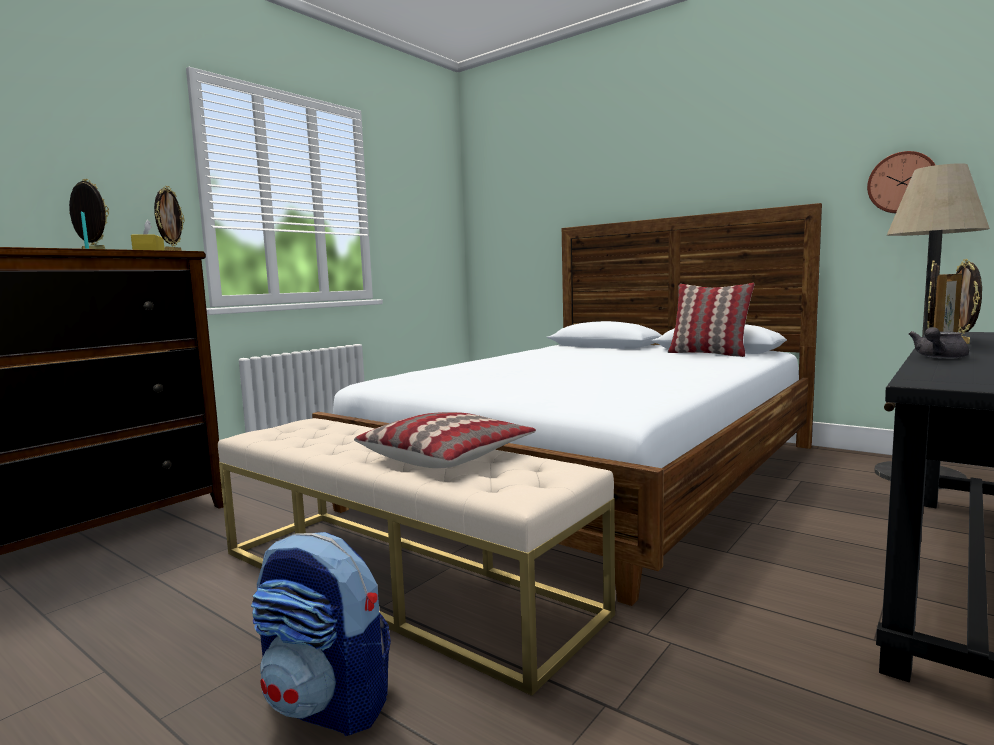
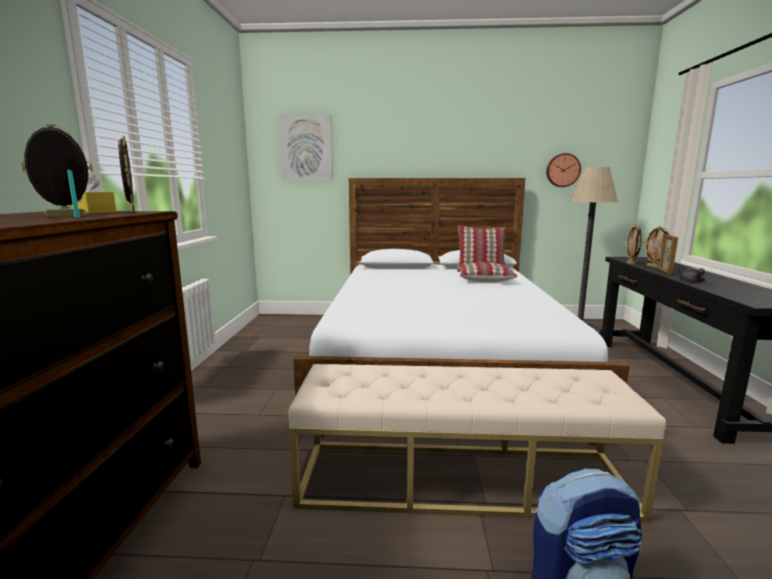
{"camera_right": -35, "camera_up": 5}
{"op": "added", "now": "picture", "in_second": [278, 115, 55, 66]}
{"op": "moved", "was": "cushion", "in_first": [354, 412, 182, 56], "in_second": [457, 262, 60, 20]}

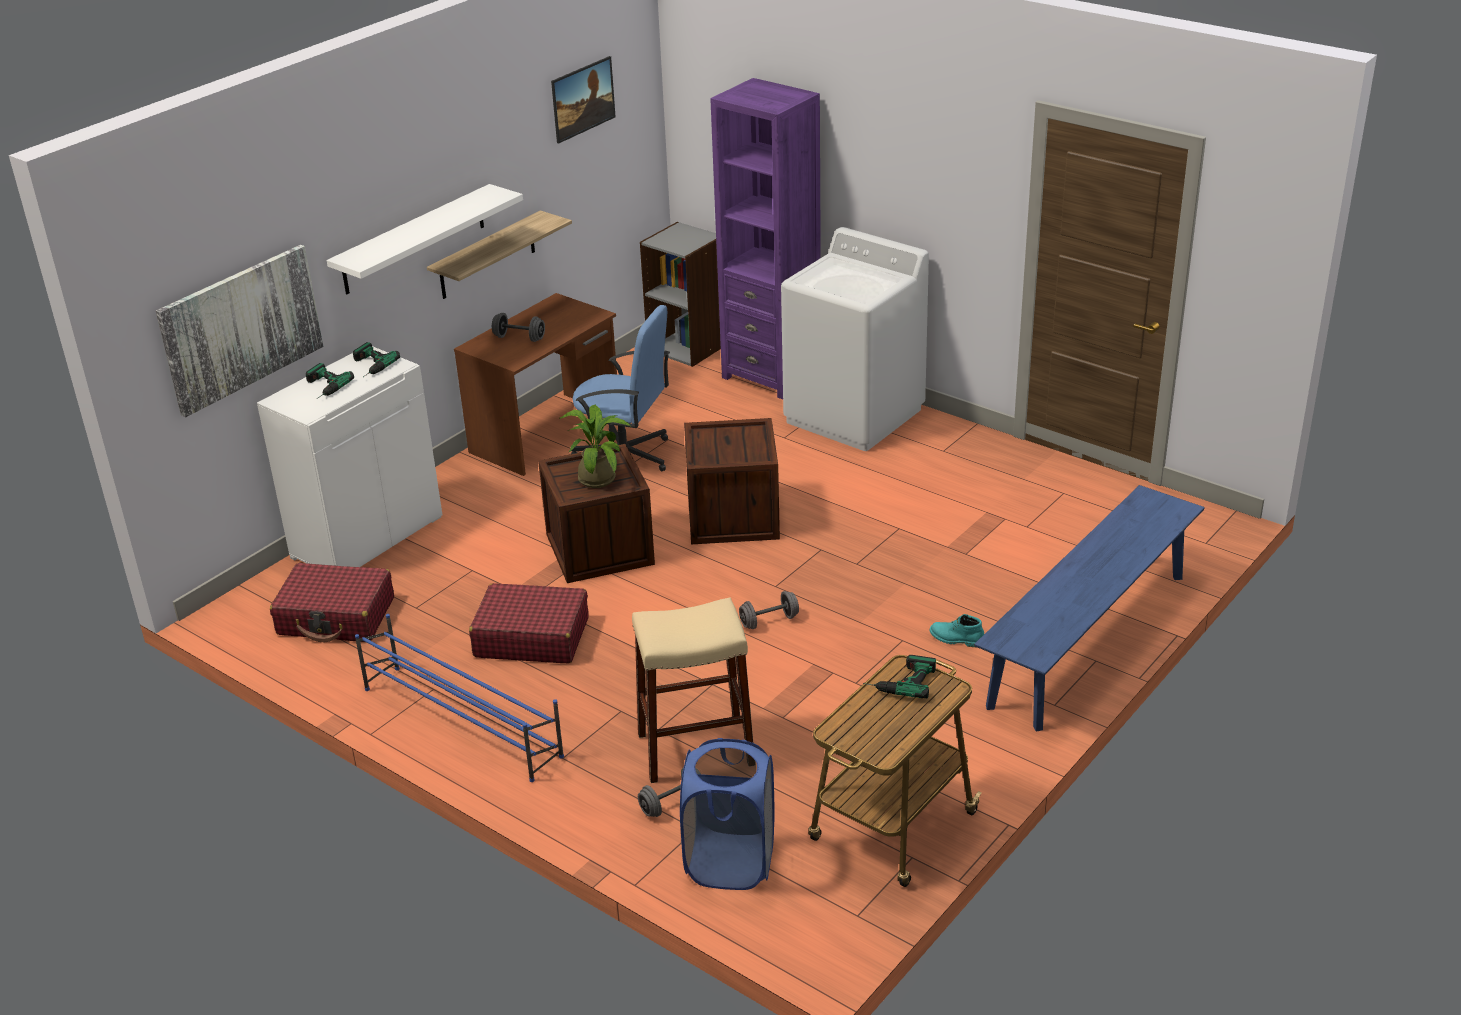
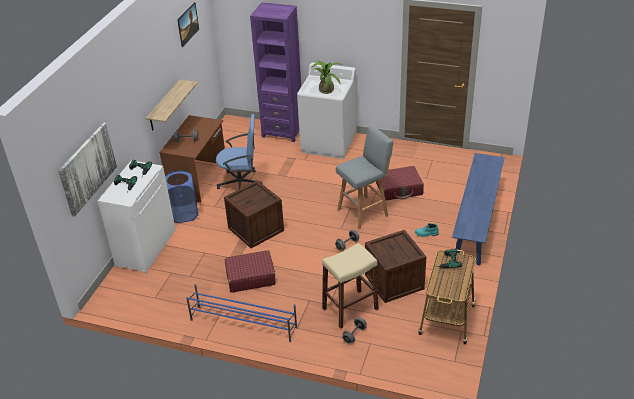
{"camera_right": -20, "camera_up": 5}
{"op": "removed", "was": "whitish wall shelf", "in_first": [327, 184, 196, 110]}
{"op": "removed", "was": "greyish bookcase", "in_first": [640, 222, 81, 145]}
{"op": "added", "now": "greyish stool seat", "in_second": [336, 126, 57, 103]}
{"op": "moved", "was": "reddish piece of luggage", "in_first": [270, 563, 124, 79], "in_second": [376, 166, 48, 34]}
{"op": "moved", "was": "potted plant", "in_first": [559, 404, 71, 84], "in_second": [312, 61, 30, 33]}
{"op": "moved", "was": "blue-coloured laundry basket", "in_first": [680, 738, 95, 152], "in_second": [165, 170, 34, 53]}
{"op": "moved", "was": "crate", "in_first": [684, 418, 96, 126], "in_second": [365, 230, 61, 73]}

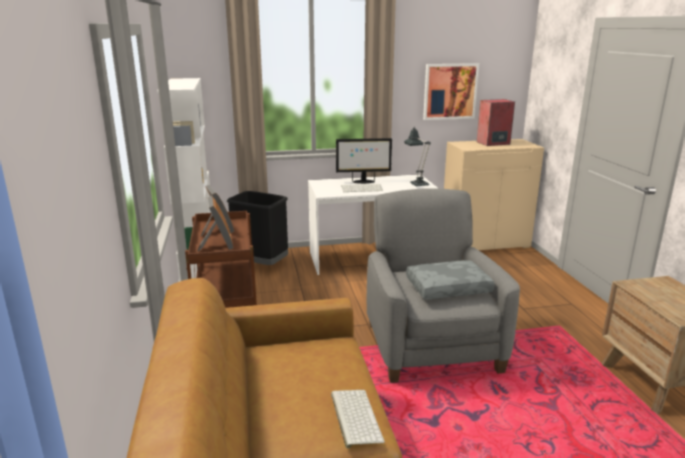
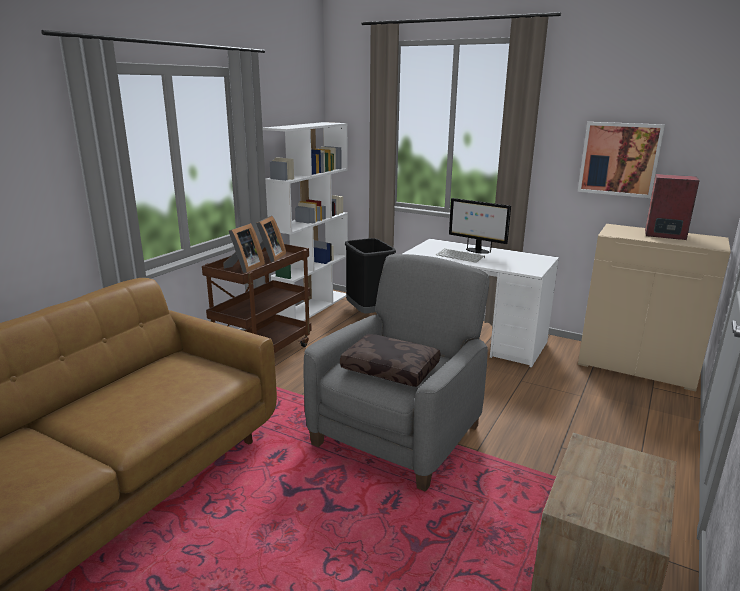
{"camera_right": 40, "camera_up": 0}
{"op": "removed", "was": "keyboard", "in_first": [331, 390, 54, 58]}
{"op": "removed", "was": "lamp for a table", "in_first": [404, 126, 27, 61]}
{"op": "recoloured", "was": "greyish cushion", "now": "brown-coloured cushion", "in_first": [406, 260, 88, 39], "in_second": [340, 334, 101, 53]}

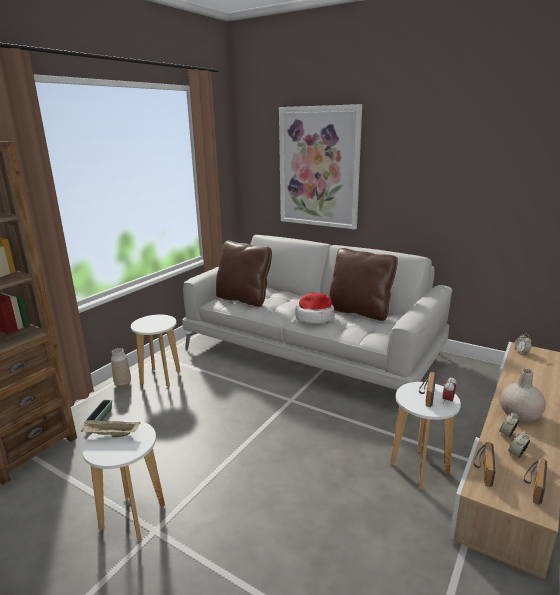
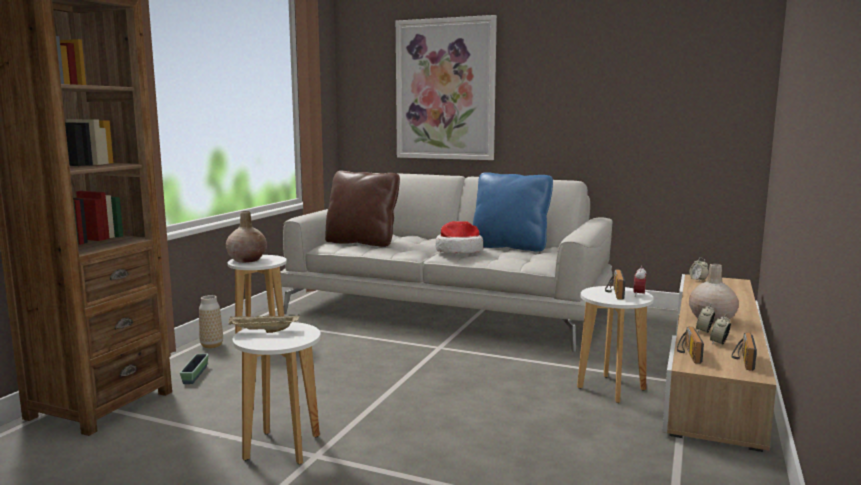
{"camera_right": -10, "camera_up": -10}
{"op": "added", "now": "sand-coloured decorative vase", "in_second": [226, 211, 41, 52]}
{"op": "recoloured", "was": "brown-coloured cushion", "now": "blue-coloured cushion", "in_first": [329, 248, 69, 73], "in_second": [473, 172, 80, 80]}

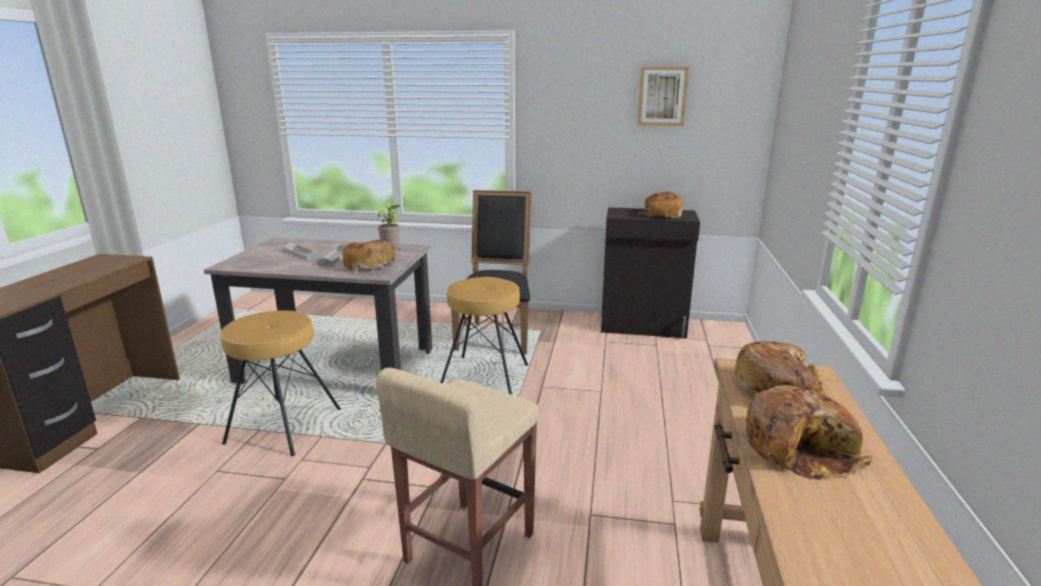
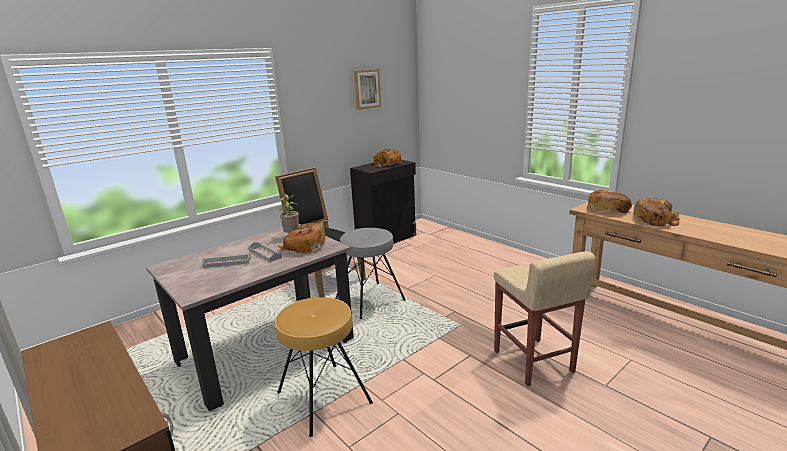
{"camera_right": -50, "camera_up": 0}
{"op": "recoloured", "was": "brown-coloured stool seat", "now": "greyish stool seat", "in_first": [440, 277, 88, 118], "in_second": [335, 228, 71, 91]}

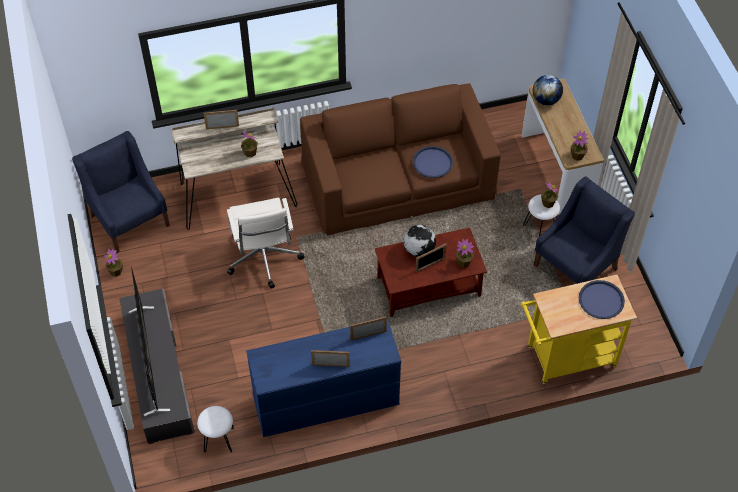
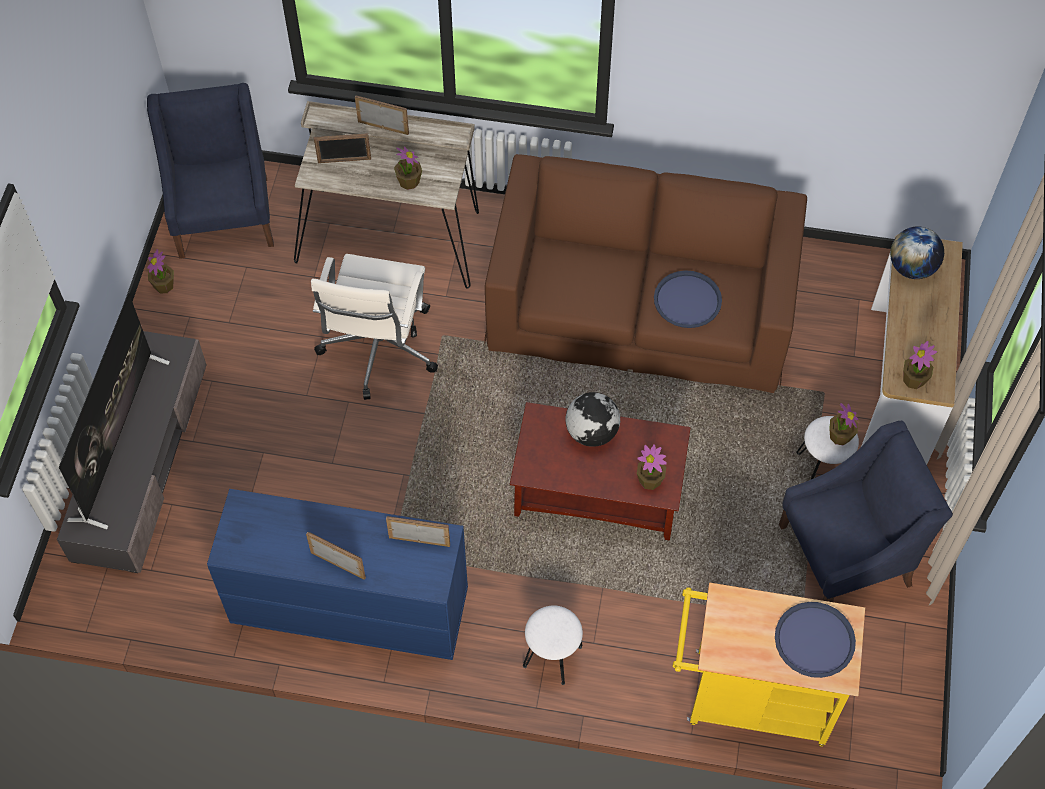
{"camera_right": 25, "camera_up": 5}
{"op": "moved", "was": "whitish stool seat", "in_first": [197, 406, 37, 47], "in_second": [523, 605, 60, 80]}
{"op": "moved", "was": "photo frame", "in_first": [415, 243, 32, 29], "in_second": [314, 133, 57, 30]}

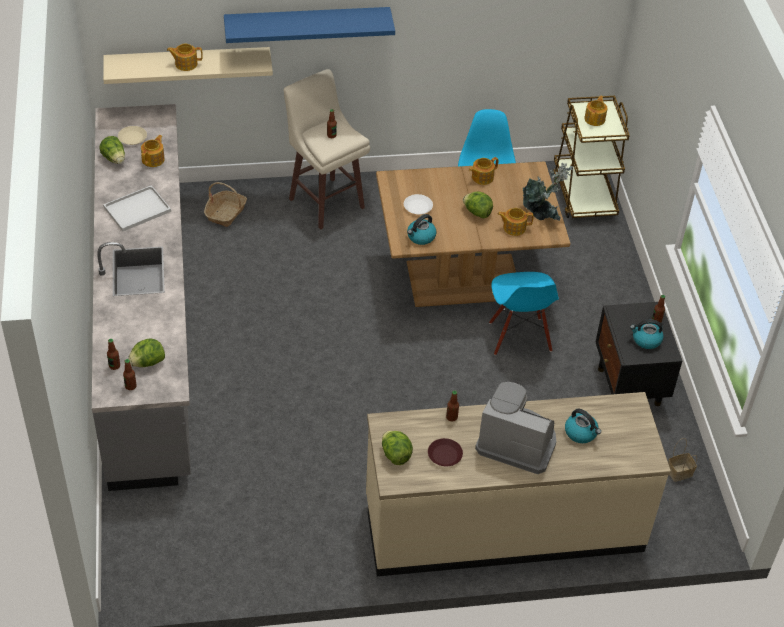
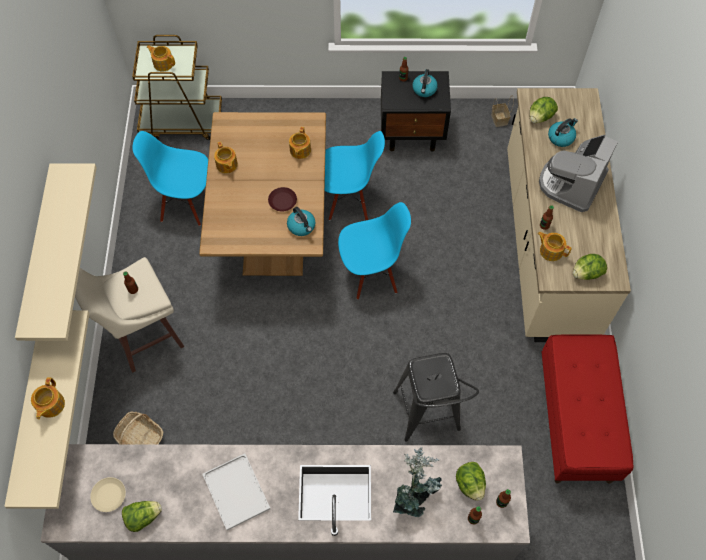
{"camera_right": -80, "camera_up": 15}
{"op": "removed", "was": "whitish dinner plate", "in_first": [404, 194, 29, 20]}
{"op": "added", "now": "blue-coloured upright chair", "in_second": [338, 202, 73, 98]}
{"op": "added", "now": "black stool seat", "in_second": [393, 353, 86, 89]}
{"op": "added", "now": "reddish indoor bench", "in_second": [541, 334, 92, 150]}
{"op": "moved", "was": "teapot", "in_first": [141, 135, 24, 32], "in_second": [537, 232, 35, 29]}
{"op": "moved", "was": "brown-coloured dinner plate", "in_first": [428, 438, 35, 28], "in_second": [268, 187, 29, 25]}
{"op": "moved", "was": "lettuce", "in_first": [463, 191, 30, 27], "in_second": [530, 97, 28, 26]}
{"op": "moved", "was": "potted plant", "in_first": [522, 163, 52, 58], "in_second": [393, 447, 49, 70]}
{"op": "recoloured", "was": "blue-coloured wall shelf", "now": "sand-coloured wall shelf", "in_first": [224, 7, 171, 36], "in_second": [15, 163, 82, 178]}

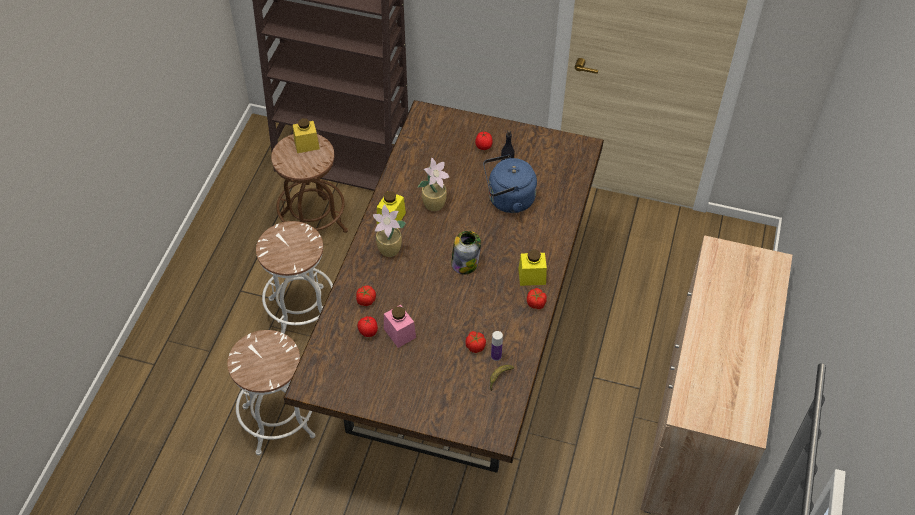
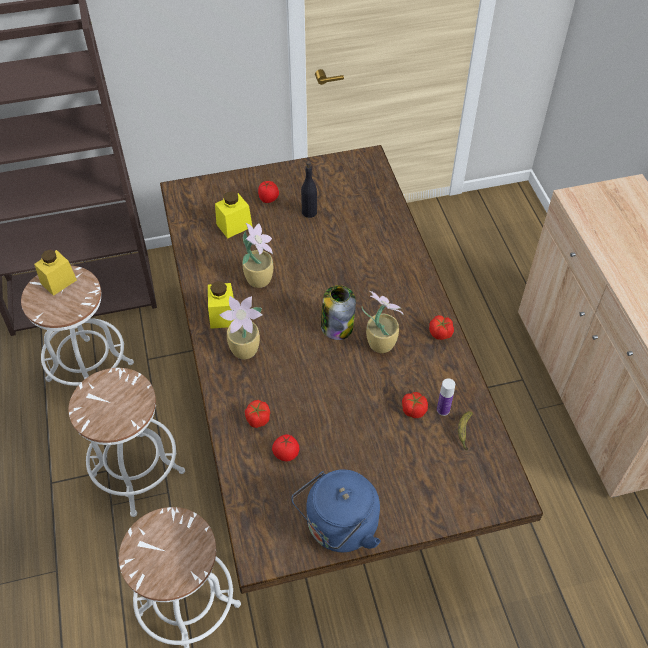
{"camera_right": -30, "camera_up": 0}
{"op": "removed", "was": "pink storage jar", "in_first": [384, 305, 32, 43]}
{"op": "added", "now": "potted plant", "in_second": [362, 291, 42, 62]}
{"op": "moved", "was": "blue-coloured tea kettle", "in_first": [483, 154, 54, 59], "in_second": [291, 470, 90, 82]}
{"op": "moved", "was": "yellow storage jar", "in_first": [518, 249, 29, 37], "in_second": [215, 191, 37, 47]}
{"op": "recoloured", "was": "brown-coloured stool seat", "now": "whitish stool seat", "in_first": [271, 134, 77, 99], "in_second": [21, 266, 113, 120]}

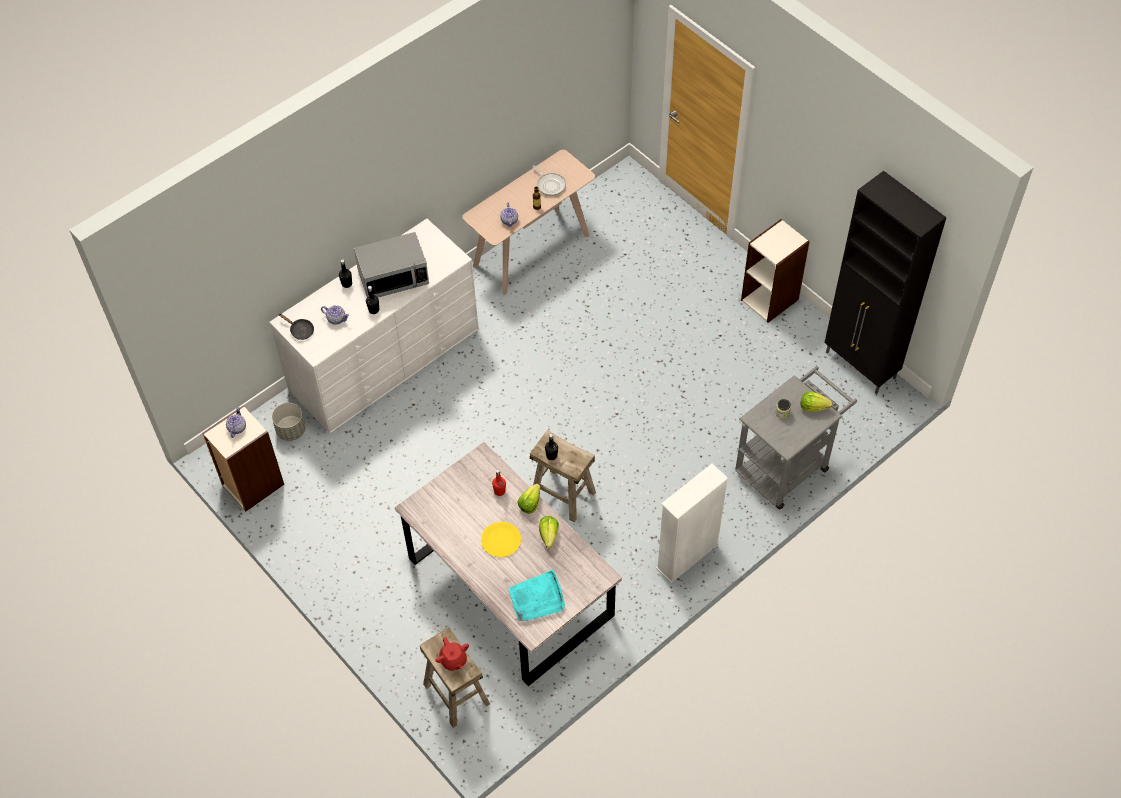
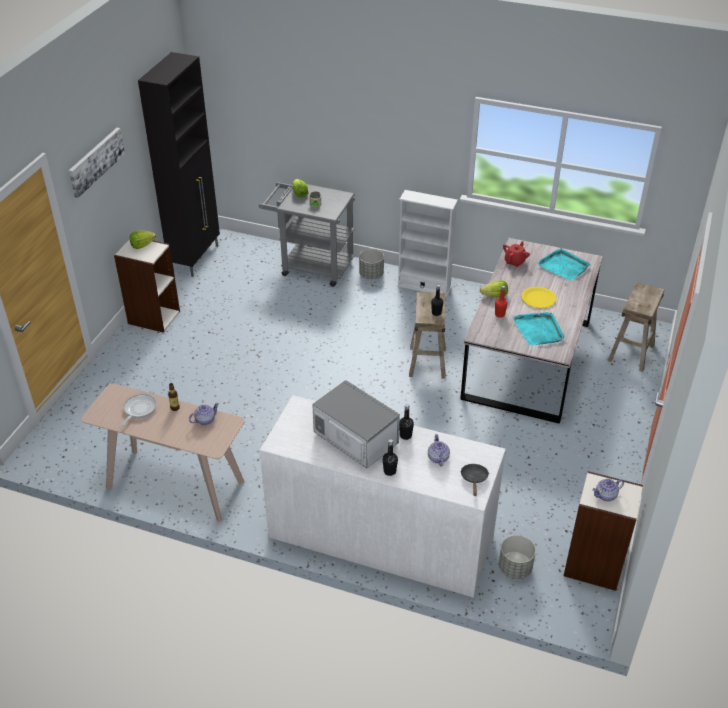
{"camera_right": -120, "camera_up": -15}
{"op": "added", "now": "picture", "in_second": [69, 128, 56, 70]}
{"op": "added", "now": "greyish planter", "in_second": [359, 249, 25, 30]}
{"op": "added", "now": "turquoise tray", "in_second": [513, 312, 51, 34]}
{"op": "moved", "was": "reddish teapot", "in_first": [435, 637, 34, 34], "in_second": [503, 241, 27, 26]}
{"op": "moved", "was": "lettuce", "in_first": [539, 516, 20, 32], "in_second": [130, 230, 26, 19]}

